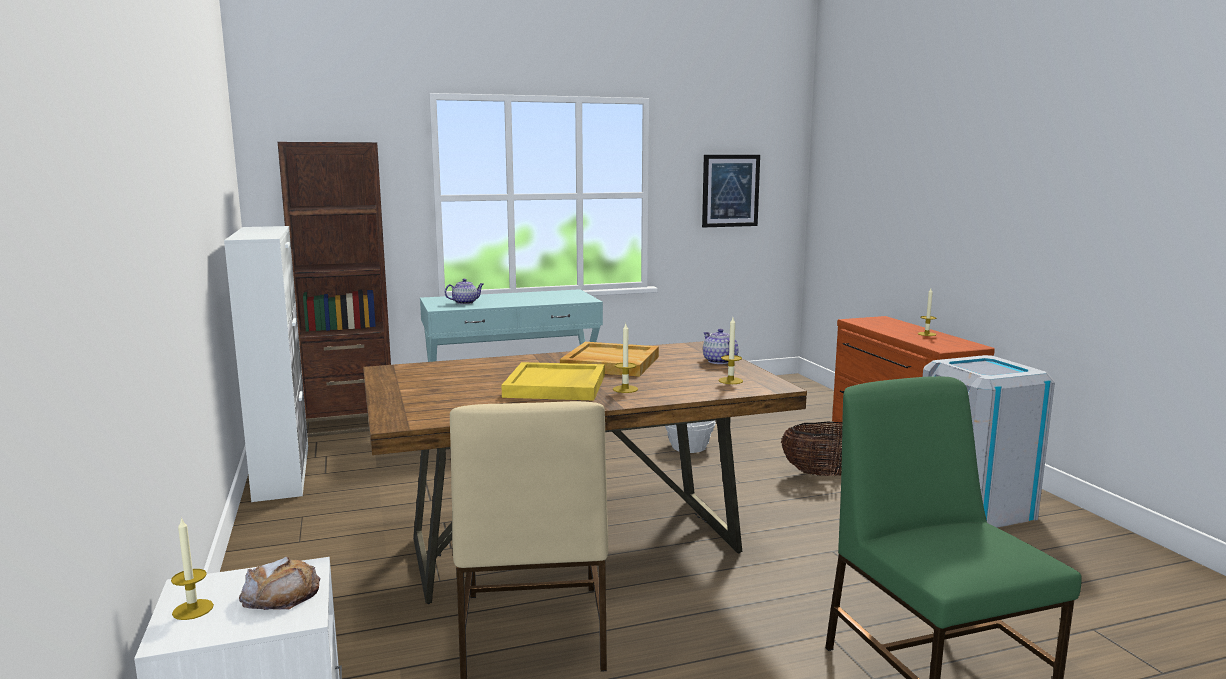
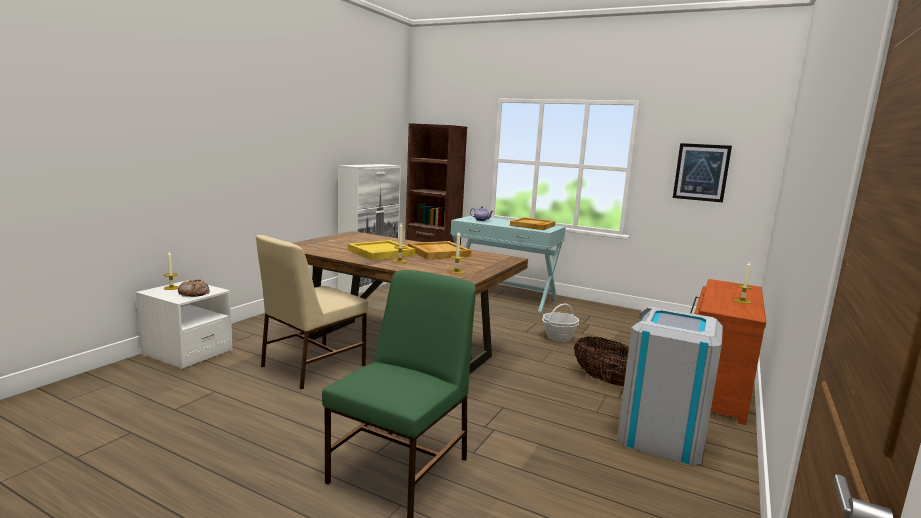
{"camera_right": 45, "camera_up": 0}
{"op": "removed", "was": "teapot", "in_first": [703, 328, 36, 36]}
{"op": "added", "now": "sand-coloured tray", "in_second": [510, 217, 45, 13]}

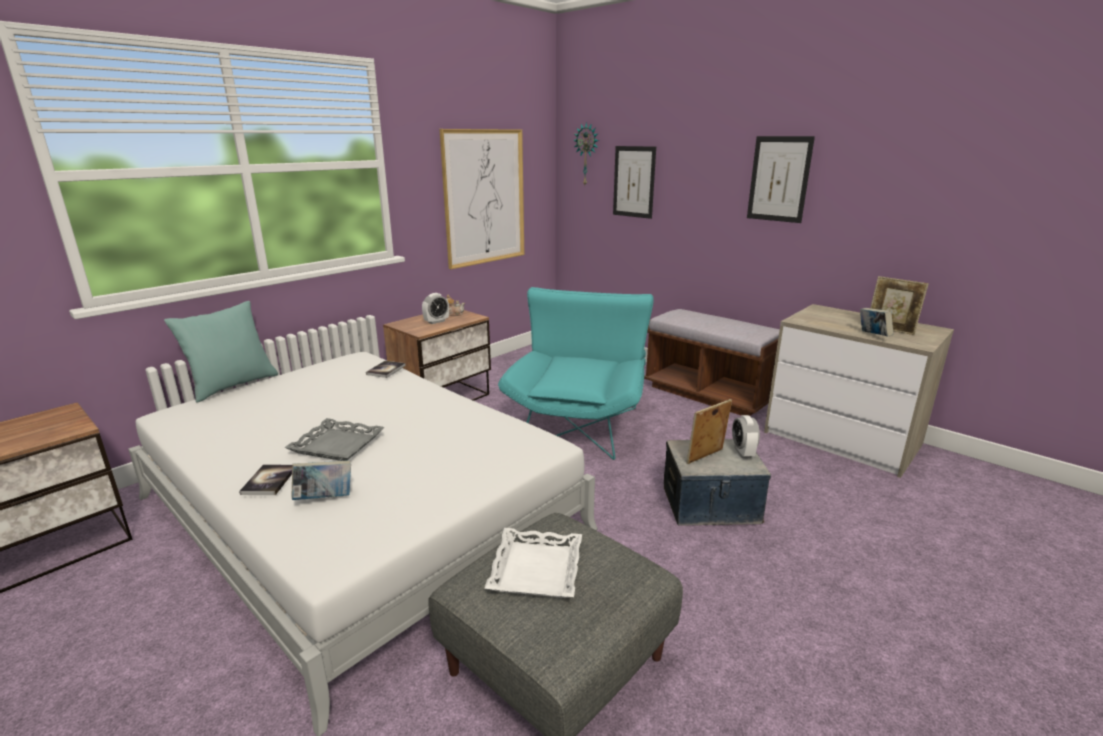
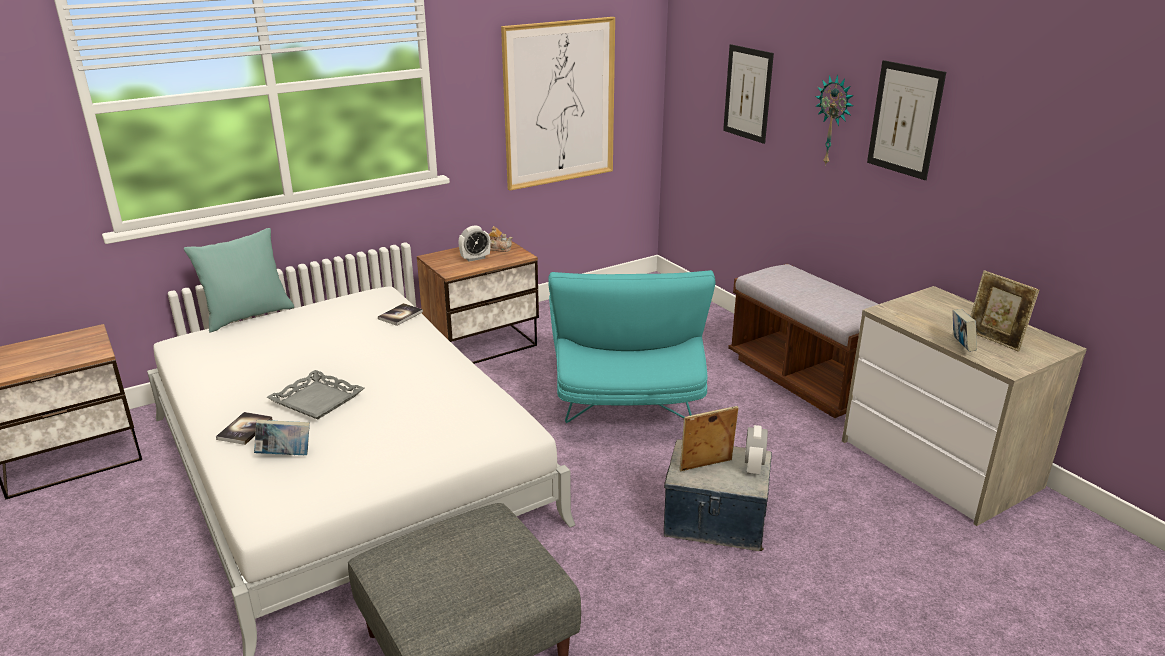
{"camera_right": 15, "camera_up": 5}
{"op": "removed", "was": "whitish tray", "in_first": [484, 528, 98, 70]}
{"op": "moved", "was": "wall clock", "in_first": [573, 122, 26, 63], "in_second": [815, 75, 39, 91]}
{"op": "turned", "was": "turquoise armchair", "in_first": [498, 287, 156, 173], "in_second": [548, 270, 167, 153], "clockwise": 150}

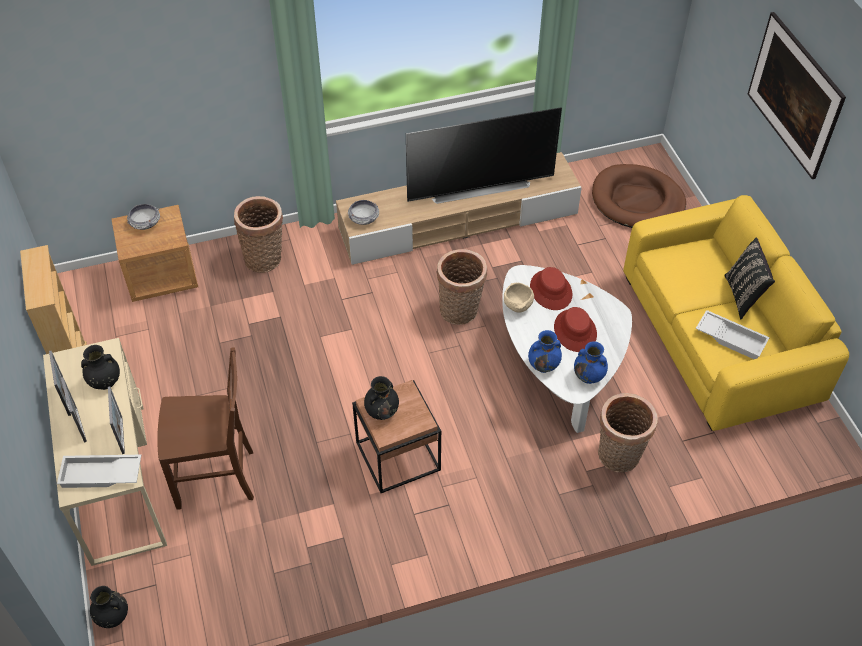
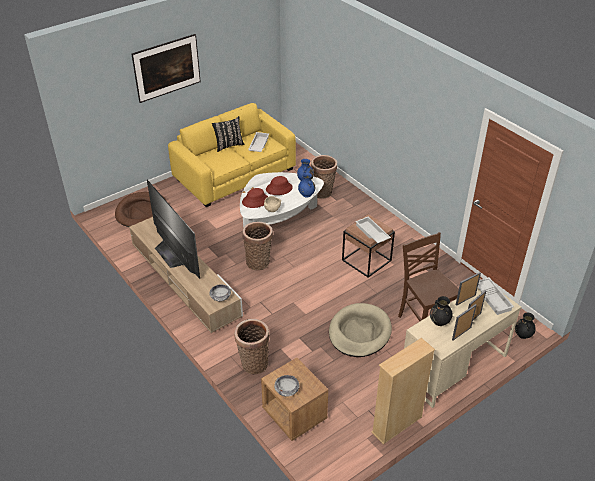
{"camera_right": -110, "camera_up": -10}
{"op": "added", "now": "sand-coloured dog bed", "in_second": [329, 303, 63, 54]}
{"op": "replaced", "was": "black decorative vase", "now": "whitish tray", "in_first": [364, 376, 35, 44], "in_second": [355, 216, 36, 27]}

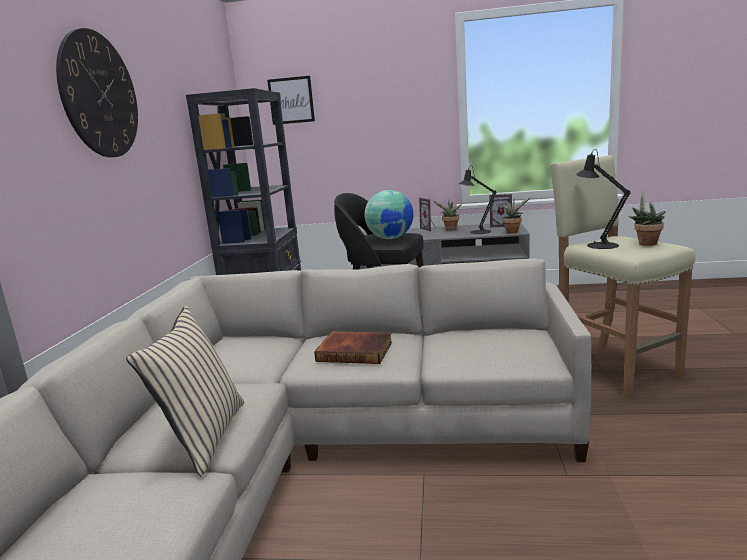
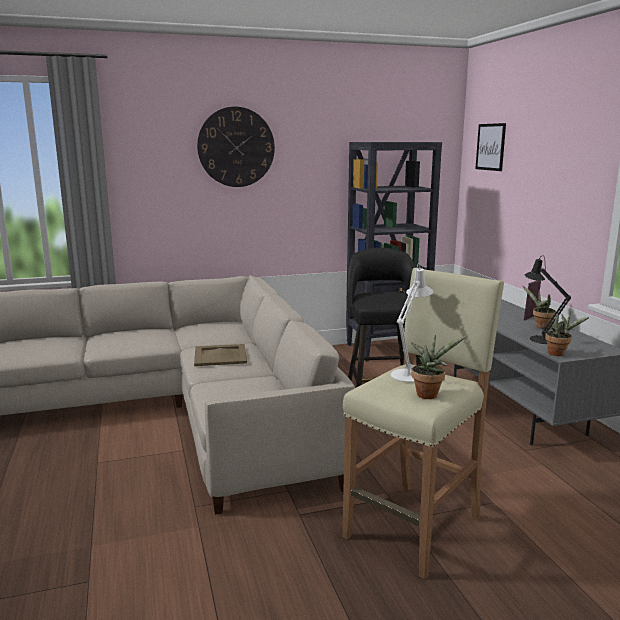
{"camera_right": 65, "camera_up": 0}
{"op": "removed", "was": "sand-coloured cushion", "in_first": [126, 306, 118, 170]}
{"op": "removed", "was": "world globe", "in_first": [364, 190, 50, 49]}
{"op": "removed", "was": "photo frame", "in_first": [489, 194, 23, 33]}
{"op": "replaced", "was": "book", "now": "sand-coloured tray", "in_first": [314, 331, 78, 33], "in_second": [194, 344, 53, 22]}
{"op": "recoloured", "was": "black lamp for a table", "now": "whitish lamp for a table", "in_first": [576, 149, 55, 100], "in_second": [391, 264, 42, 118]}

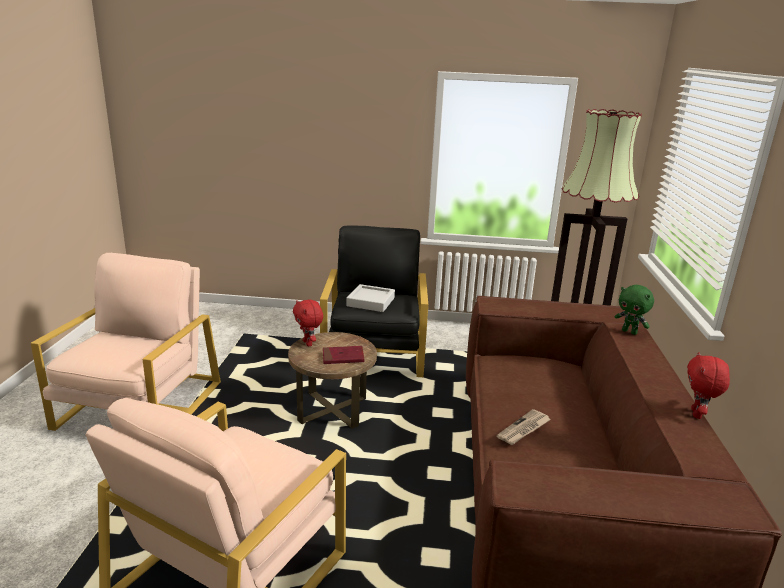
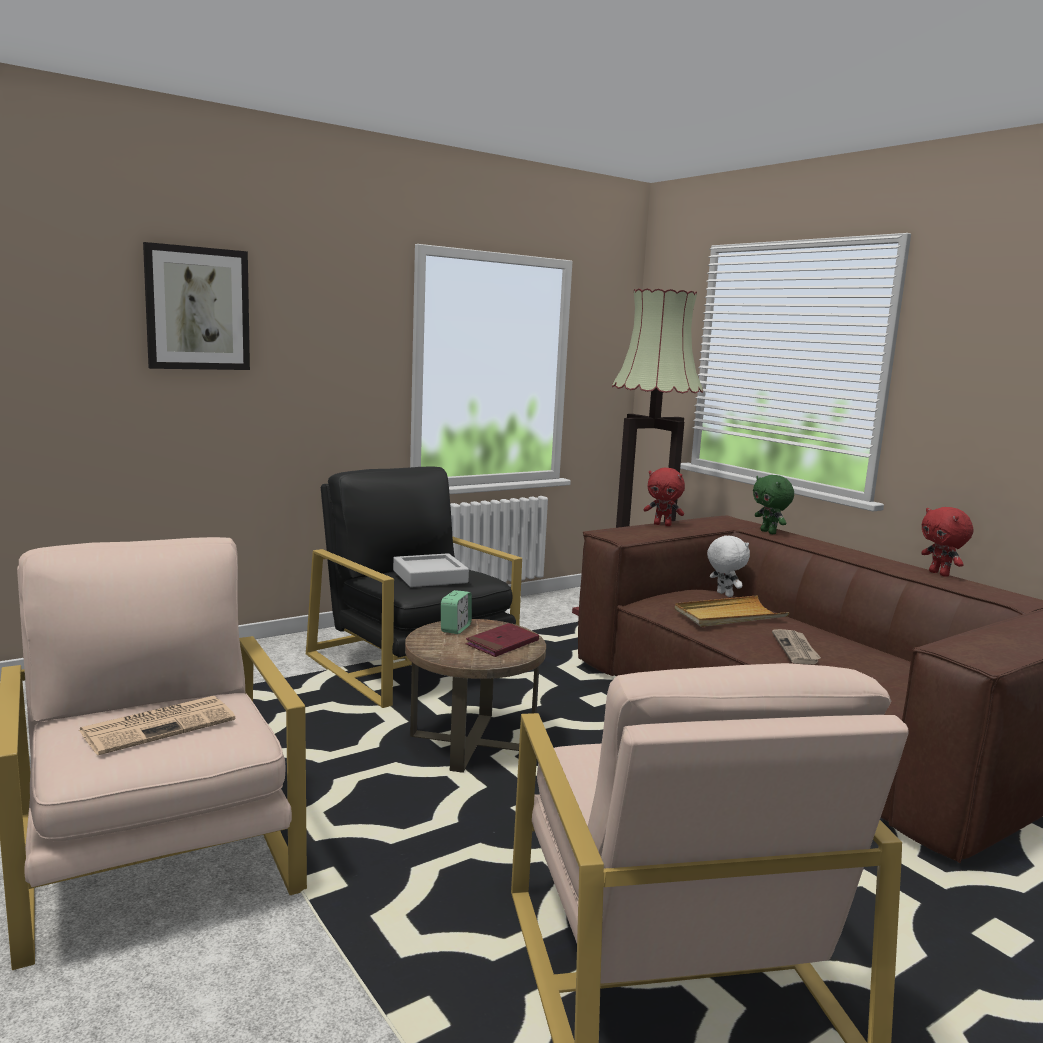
{"camera_right": -40, "camera_up": -10}
{"op": "added", "now": "daily paper", "in_second": [79, 696, 156, 59]}
{"op": "added", "now": "picture", "in_second": [143, 242, 107, 128]}
{"op": "added", "now": "alarm clock", "in_second": [441, 590, 31, 44]}
{"op": "added", "now": "sand-coloured tray", "in_second": [675, 595, 115, 32]}
{"op": "added", "now": "whitish soft toy", "in_second": [707, 535, 43, 62]}
{"op": "moved", "was": "reddish soft toy", "in_first": [293, 300, 30, 46], "in_second": [644, 468, 41, 58]}
{"op": "turned", "was": "green soft toy", "in_first": [614, 285, 40, 50], "in_second": [753, 475, 41, 59], "clockwise": 60}

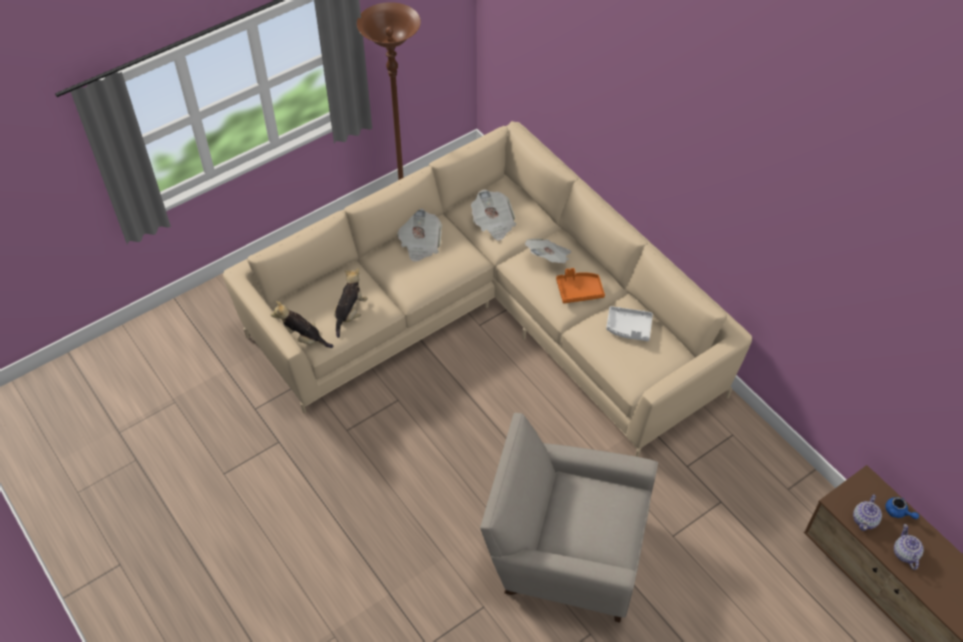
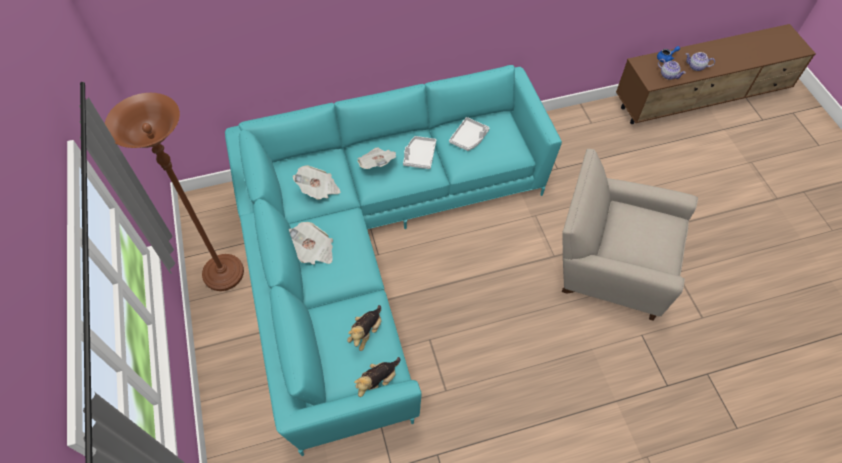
{"camera_right": -70, "camera_up": 5}
{"op": "recoloured", "was": "sand-coloured sofa", "now": "turquoise sofa", "in_first": [223, 121, 529, 336], "in_second": [225, 65, 337, 391]}
{"op": "recoloured", "was": "orange-coloured tray", "now": "whitish tray", "in_first": [556, 268, 49, 35], "in_second": [403, 136, 33, 33]}
{"op": "turned", "was": "soft toy", "in_first": [334, 268, 34, 70], "in_second": [347, 305, 34, 46], "clockwise": -105}
{"op": "turned", "was": "sand-coloured armchair", "in_first": [480, 413, 178, 210], "in_second": [562, 149, 136, 172], "clockwise": 75}

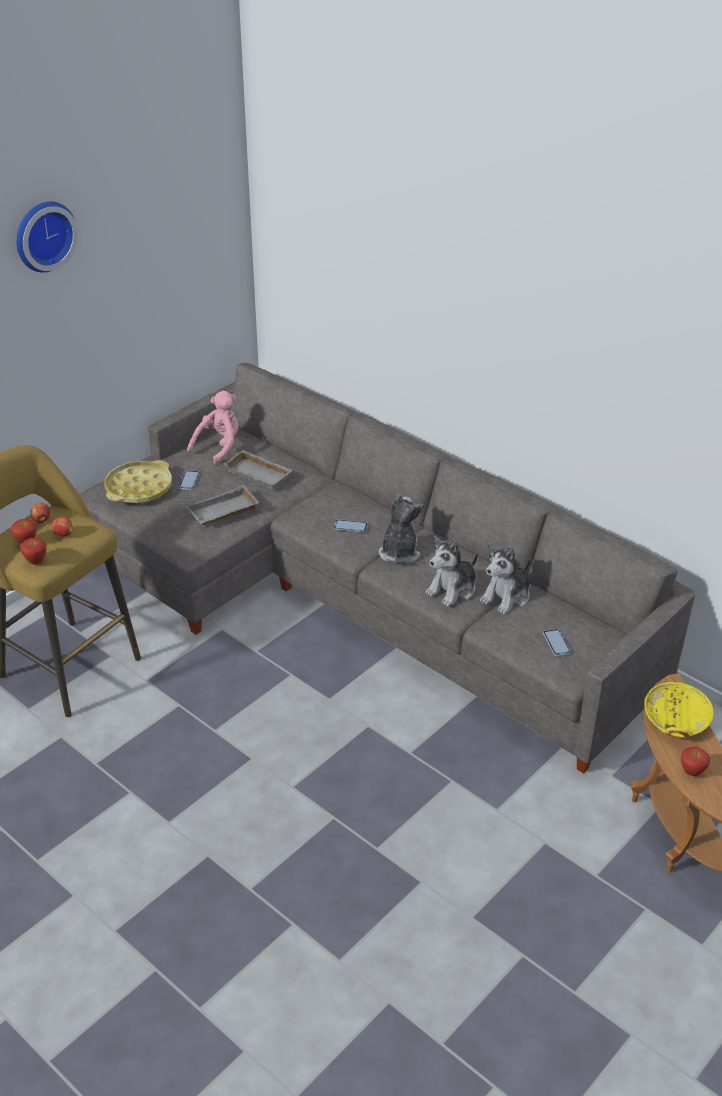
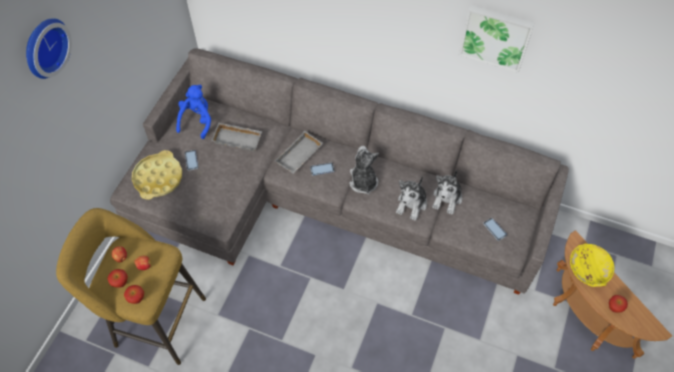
{"camera_right": -20, "camera_up": 20}
{"op": "added", "now": "picture", "in_second": [459, 5, 76, 68]}
{"op": "moved", "was": "greyish tray", "in_first": [186, 485, 74, 40], "in_second": [275, 131, 48, 43]}
{"op": "recoloured", "was": "pink soft toy", "now": "blue-coloured soft toy", "in_first": [187, 391, 52, 74], "in_second": [176, 85, 35, 54]}

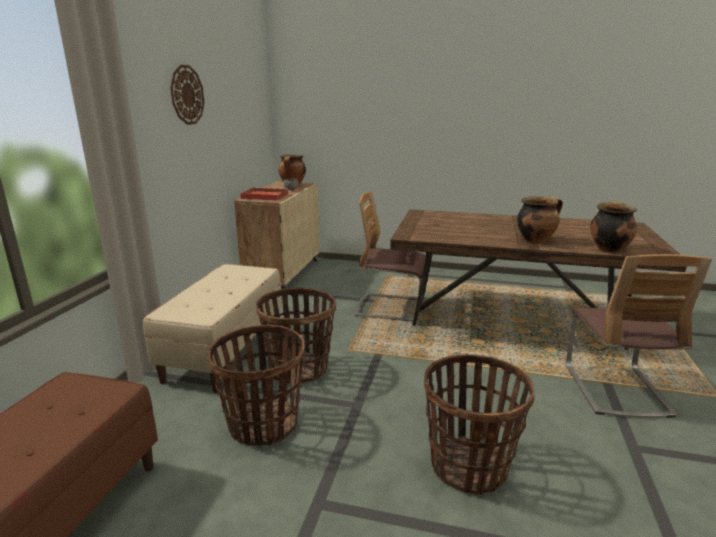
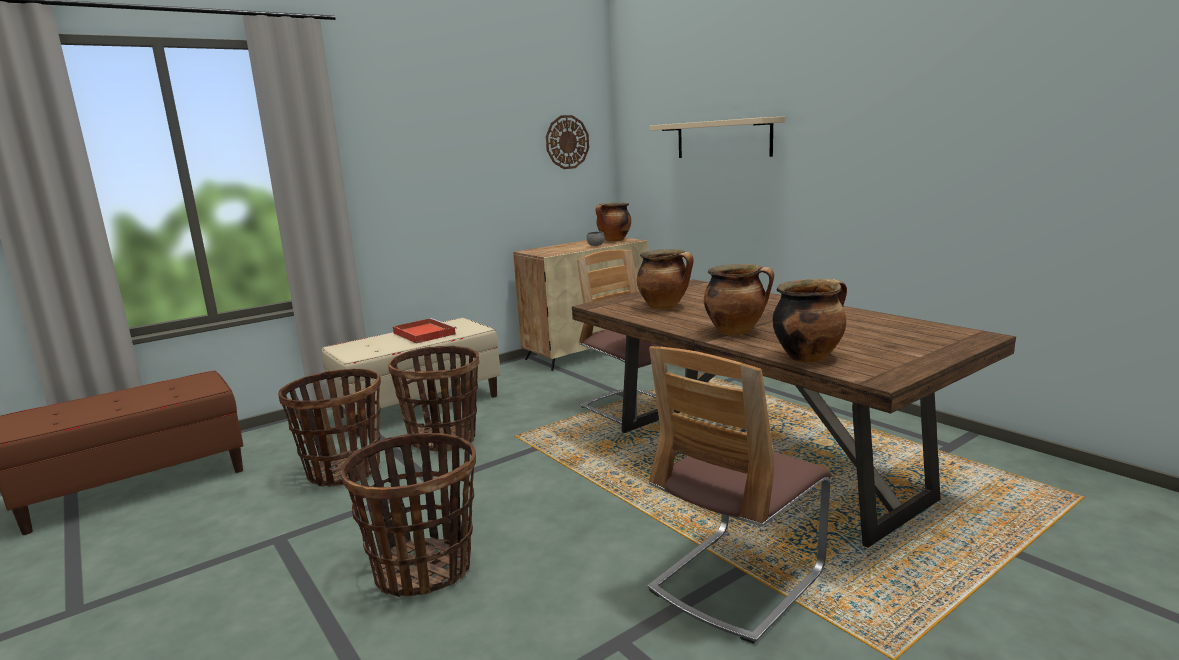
{"camera_right": 40, "camera_up": -5}
{"op": "added", "now": "cooking pot", "in_second": [637, 249, 57, 61]}
{"op": "added", "now": "sand-coloured wall shelf", "in_second": [649, 117, 136, 41]}
{"op": "moved", "was": "wall clock", "in_first": [170, 65, 34, 60], "in_second": [546, 115, 43, 54]}
{"op": "moved", "was": "reddish tray", "in_first": [240, 187, 49, 14], "in_second": [393, 318, 64, 26]}

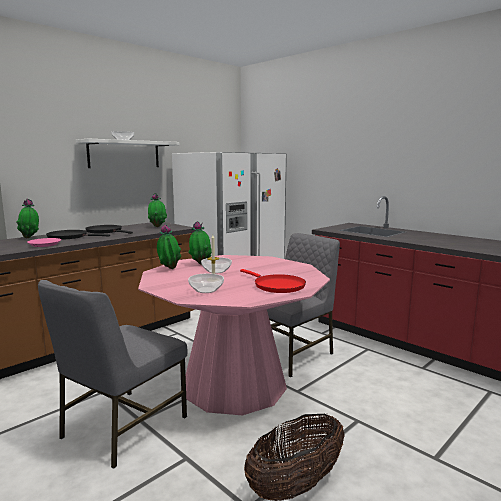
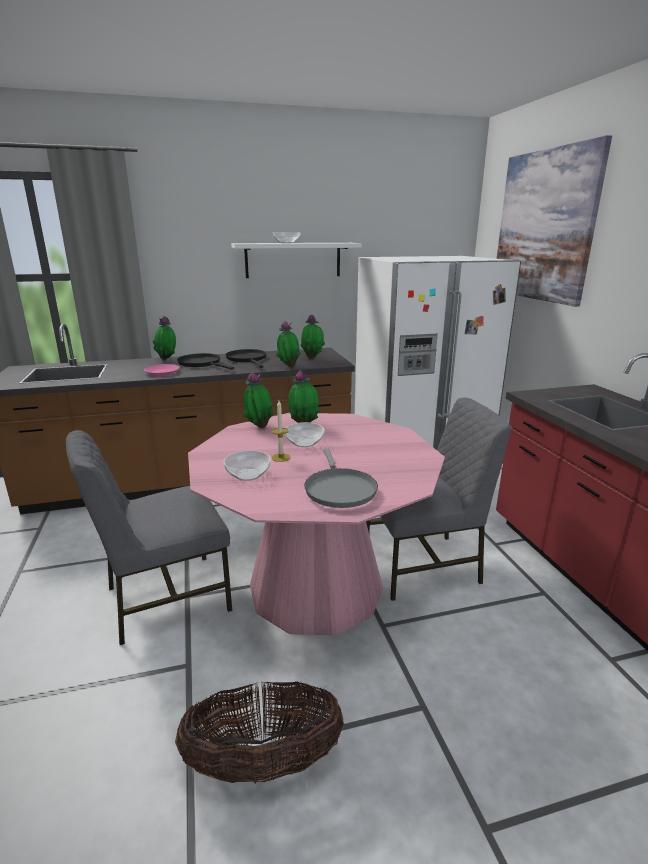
{"camera_right": 30, "camera_up": 10}
{"op": "added", "now": "potted plant", "in_second": [276, 321, 25, 46]}
{"op": "added", "now": "picture", "in_second": [497, 135, 115, 172]}
{"op": "recoloured", "was": "reddish pan", "now": "greyish pan", "in_first": [240, 269, 66, 24], "in_second": [304, 449, 74, 59]}

